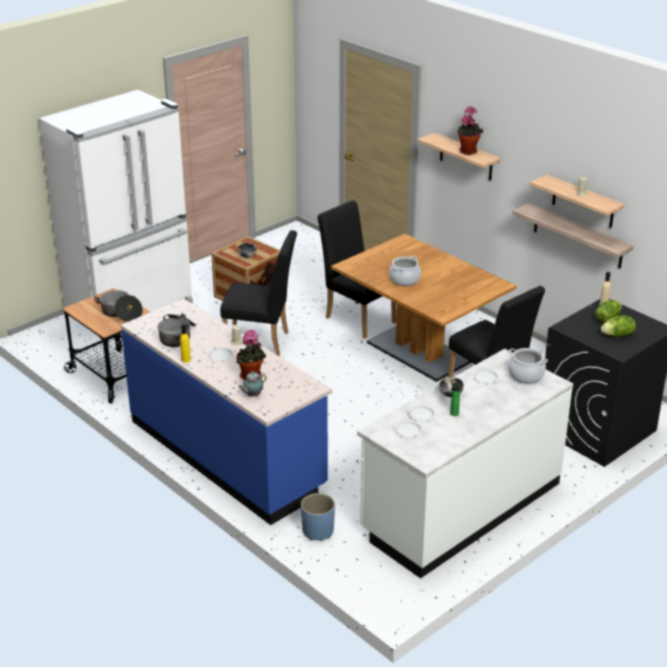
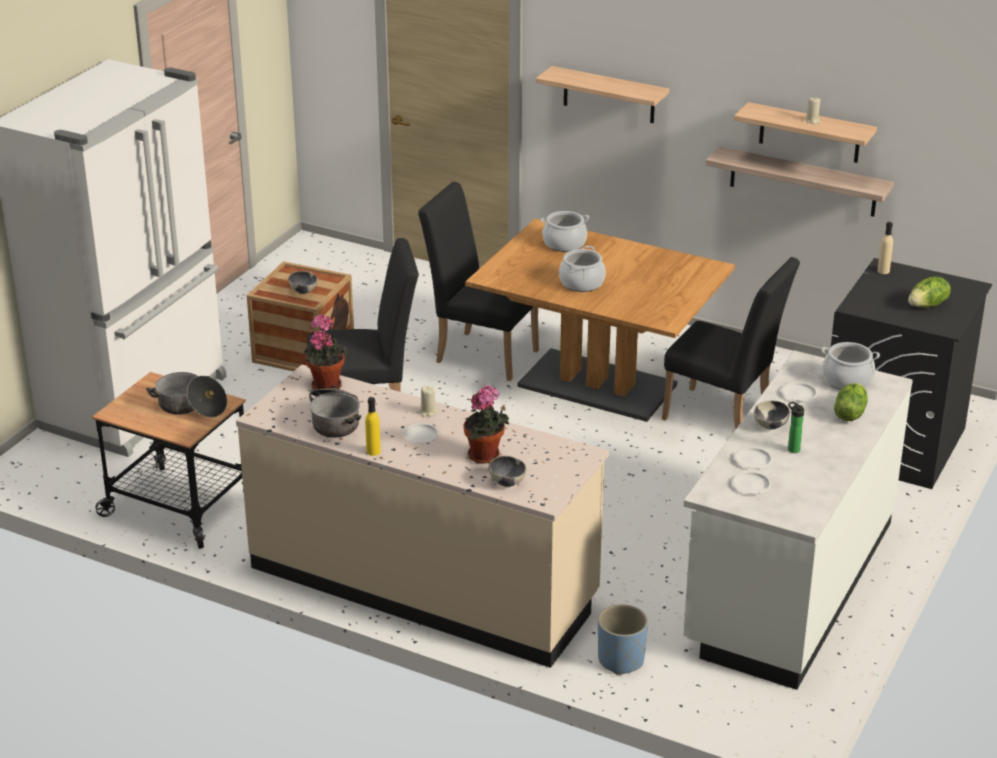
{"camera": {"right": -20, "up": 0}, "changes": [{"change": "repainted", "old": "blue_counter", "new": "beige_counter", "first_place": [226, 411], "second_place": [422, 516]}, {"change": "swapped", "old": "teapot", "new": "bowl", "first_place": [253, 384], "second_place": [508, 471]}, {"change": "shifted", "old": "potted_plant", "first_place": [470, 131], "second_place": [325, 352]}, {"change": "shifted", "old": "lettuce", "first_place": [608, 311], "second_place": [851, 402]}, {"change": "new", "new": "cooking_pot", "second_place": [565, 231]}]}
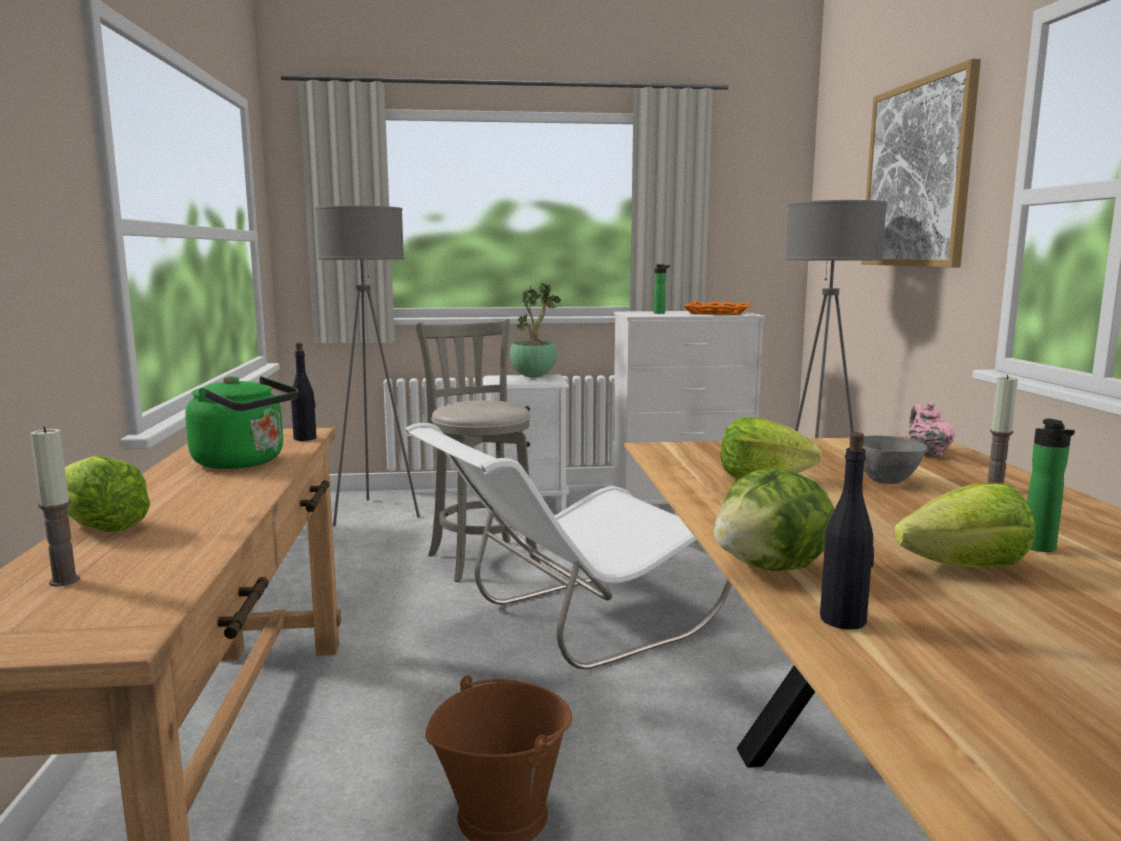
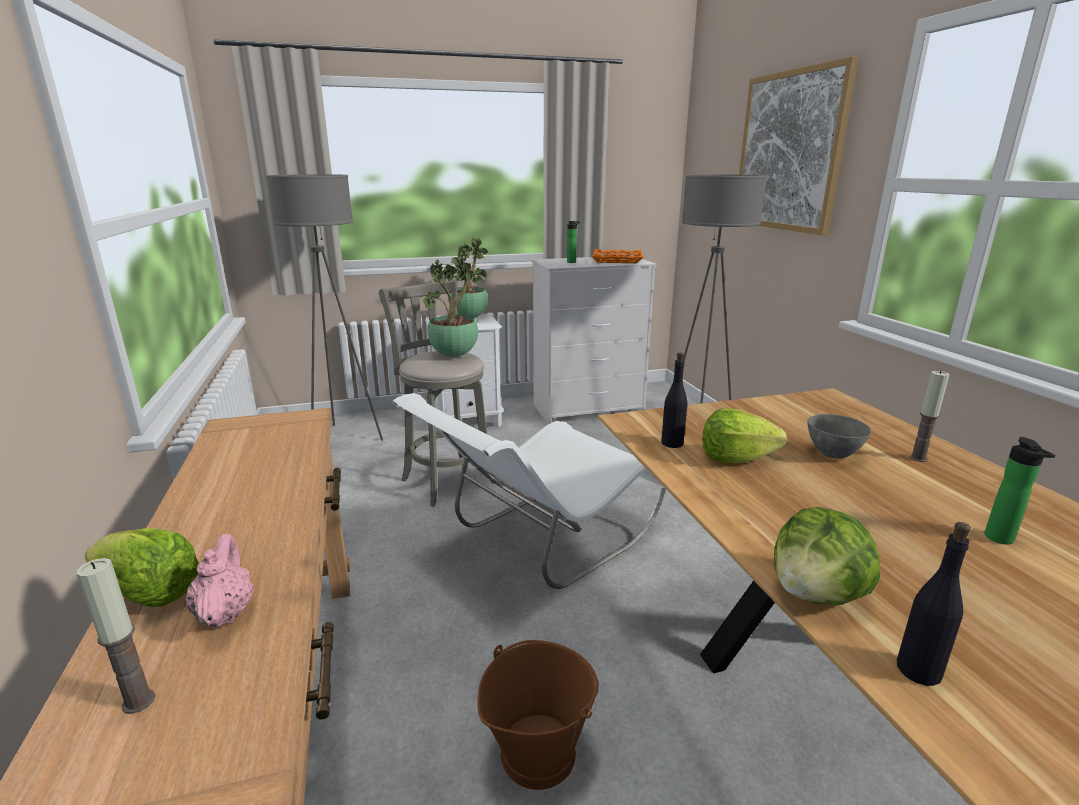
{"camera": {"right": -10, "up": 10}, "changes": [{"change": "gone", "old": "green_kettle", "first_place": [241, 422]}, {"change": "shifted", "old": "black_bottle", "first_place": [304, 392], "second_place": [674, 400]}, {"change": "gone", "old": "lettuce", "first_place": [964, 525]}, {"change": "shifted", "old": "pink_teapot", "first_place": [931, 429], "second_place": [220, 580]}, {"change": "new", "new": "potted_plant", "second_place": [455, 306]}]}
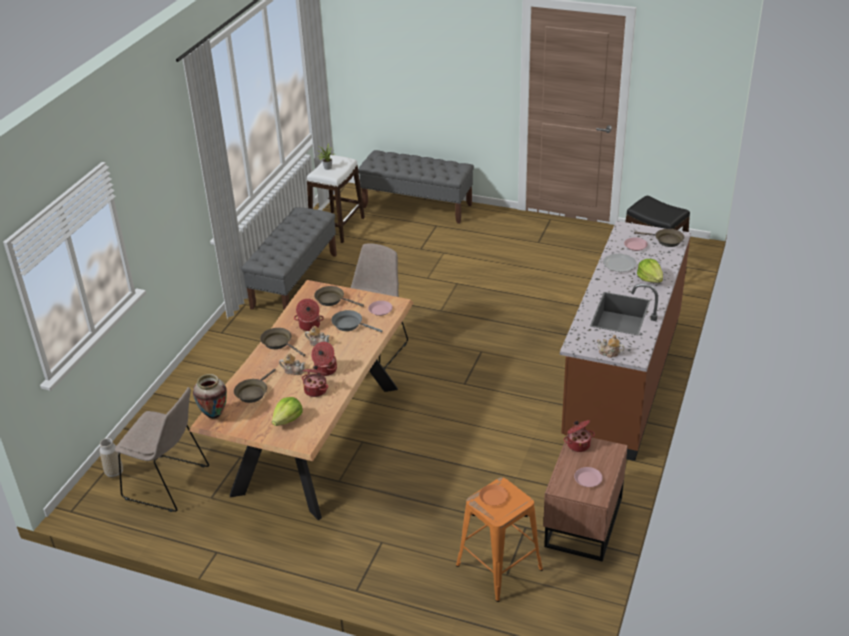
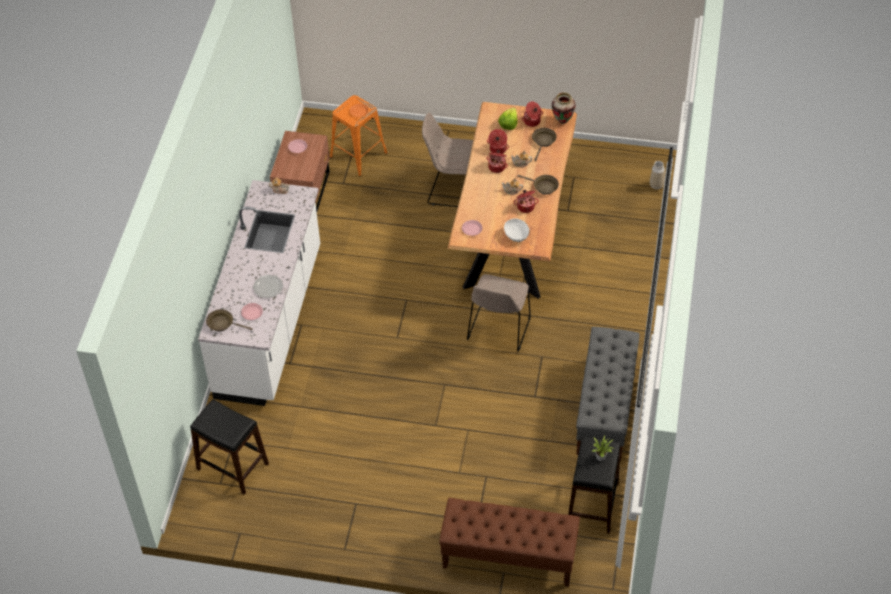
{"camera": {"right": 170, "up": 15}, "changes": [{"change": "shifted", "old": "beige_chair", "first_place": [162, 449], "second_place": [447, 160]}, {"change": "repainted", "old": "white_stool", "new": "black_stool", "first_place": [336, 199], "second_place": [594, 485]}, {"change": "swapped", "old": "brown_frying_pan", "new": "white_bowl", "first_place": [339, 296], "second_place": [517, 230]}, {"change": "gone", "old": "grey_frying_pan", "first_place": [357, 321]}, {"change": "repainted", "old": "grey_bench", "new": "brown_bench", "first_place": [416, 187], "second_place": [509, 542]}, {"change": "repainted", "old": "brown_counter", "new": "white_counter", "first_place": [625, 341], "second_place": [259, 293]}, {"change": "shifted", "old": "cooking_pot", "first_place": [579, 436], "second_place": [532, 114]}, {"change": "gone", "old": "lettuce", "first_place": [650, 271]}]}
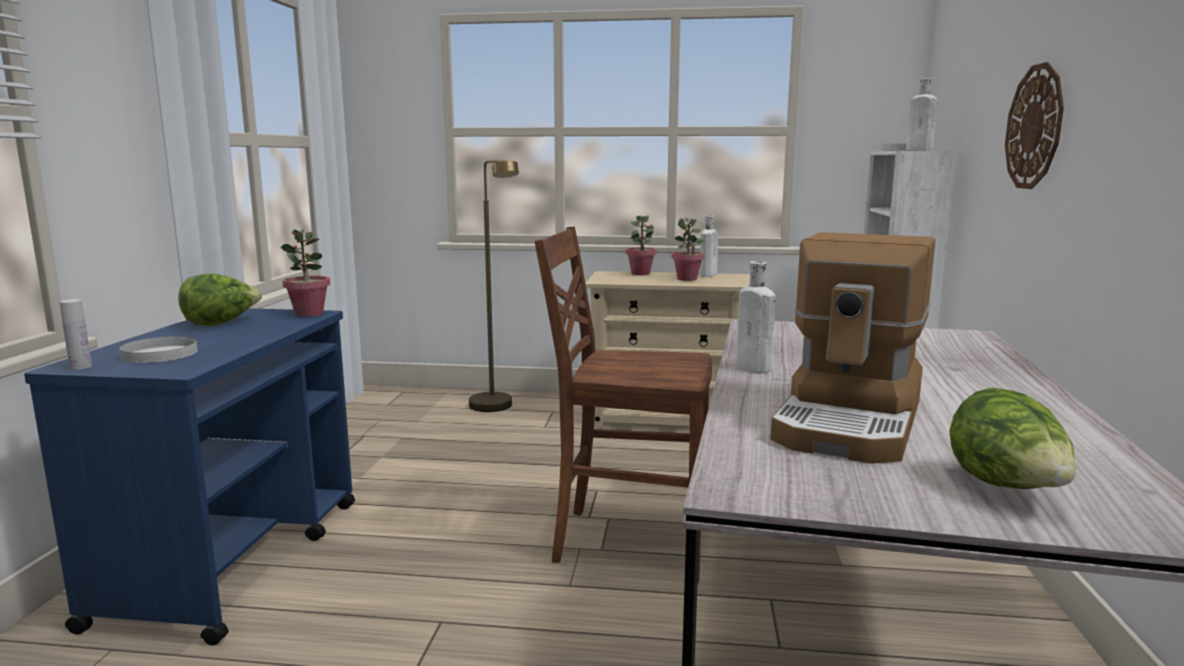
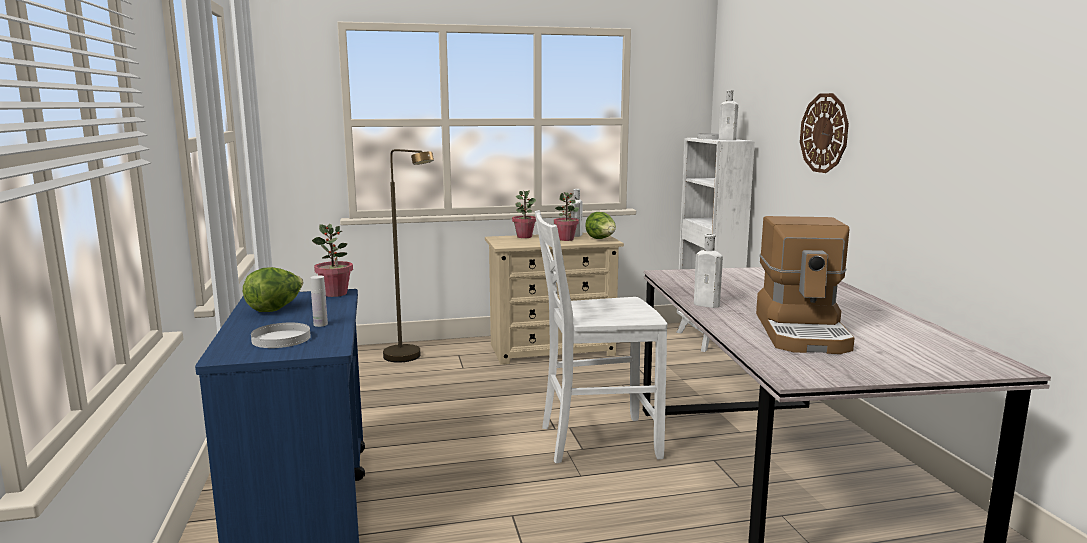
{"camera": {"right": -20, "up": 0}, "changes": [{"change": "shifted", "old": "white_bottle", "first_place": [76, 334], "second_place": [319, 301]}, {"change": "repainted", "old": "brown_chair", "new": "white_chair", "first_place": [623, 405], "second_place": [601, 337]}, {"change": "shifted", "old": "lettuce", "first_place": [1012, 438], "second_place": [600, 225]}]}
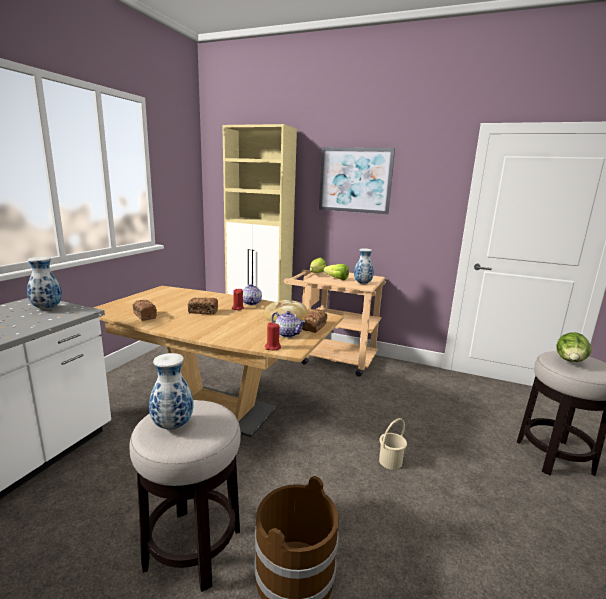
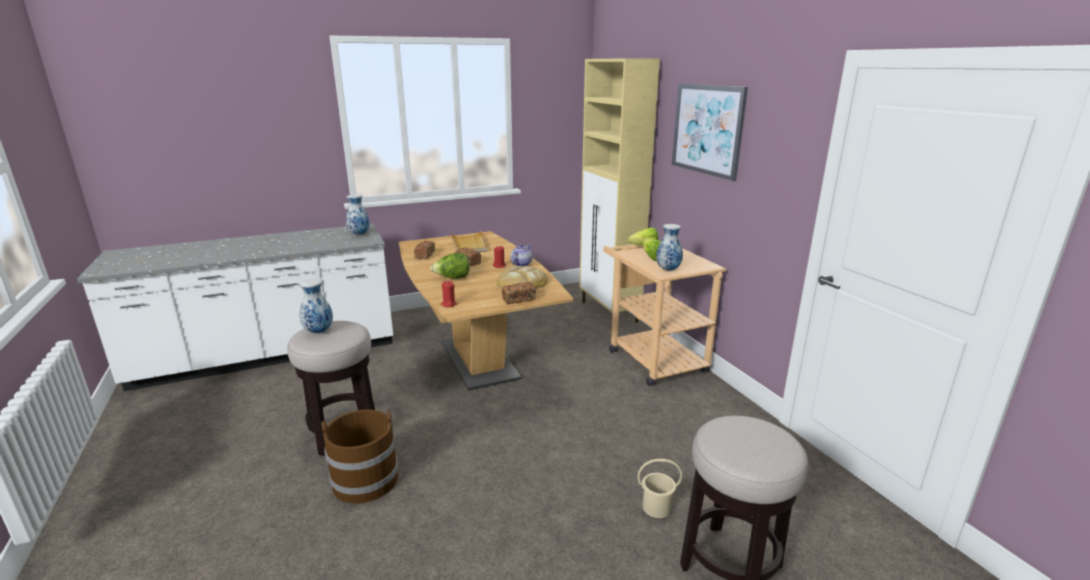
{"camera": {"right": 45, "up": 5}, "changes": [{"change": "gone", "old": "teapot", "first_place": [288, 324]}, {"change": "shifted", "old": "beige_bucket", "first_place": [393, 444], "second_place": [660, 488]}, {"change": "shifted", "old": "lettuce", "first_place": [573, 347], "second_place": [450, 266]}, {"change": "new", "new": "beige_tray", "second_place": [468, 241]}]}
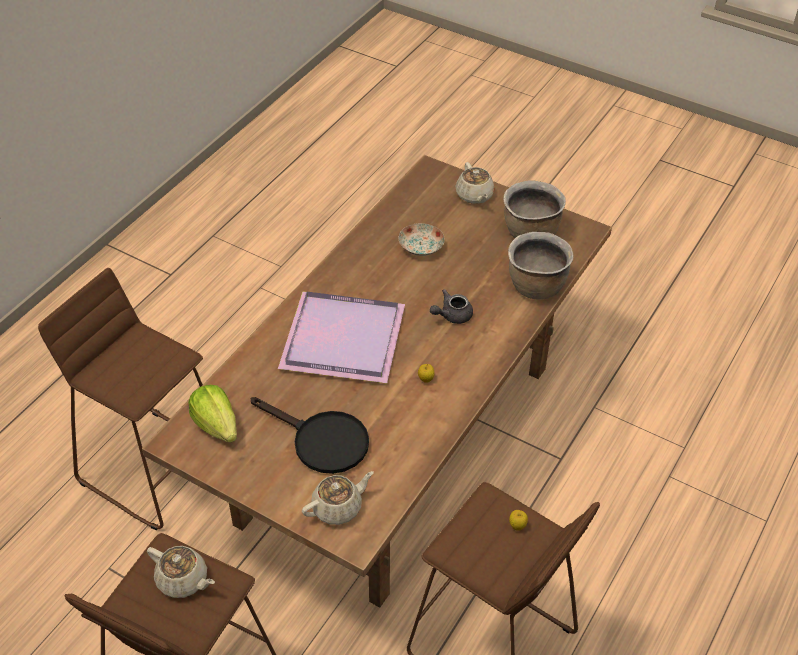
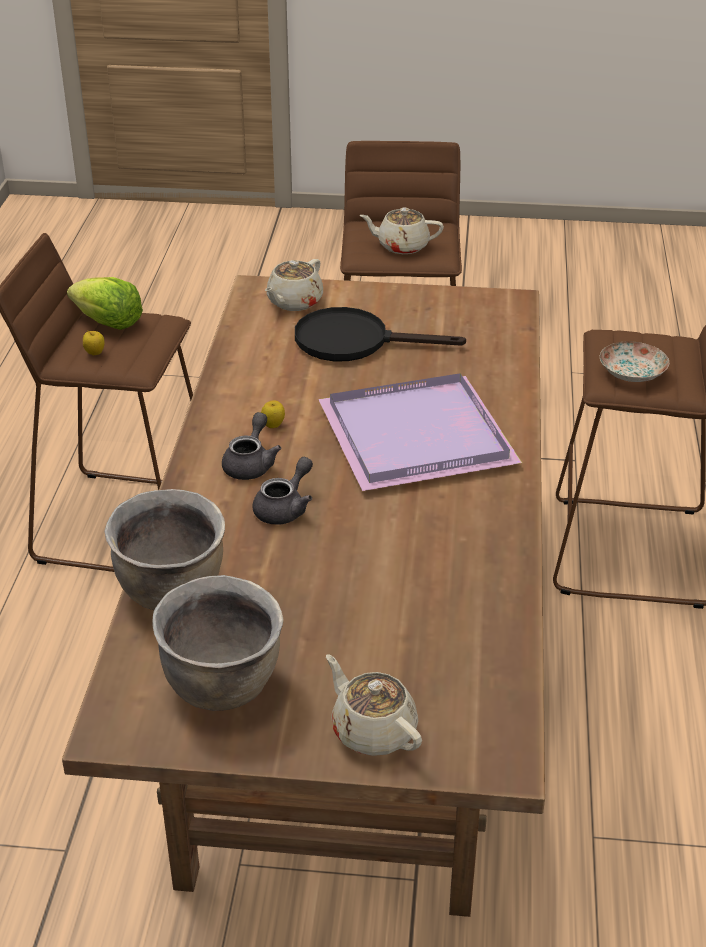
{"camera": {"right": 155, "up": -10}, "changes": [{"change": "shifted", "old": "lettuce", "first_place": [212, 414], "second_place": [105, 303]}, {"change": "shifted", "old": "plate", "first_place": [421, 239], "second_place": [634, 361]}, {"change": "new", "new": "grey_teapot", "second_place": [251, 446]}]}
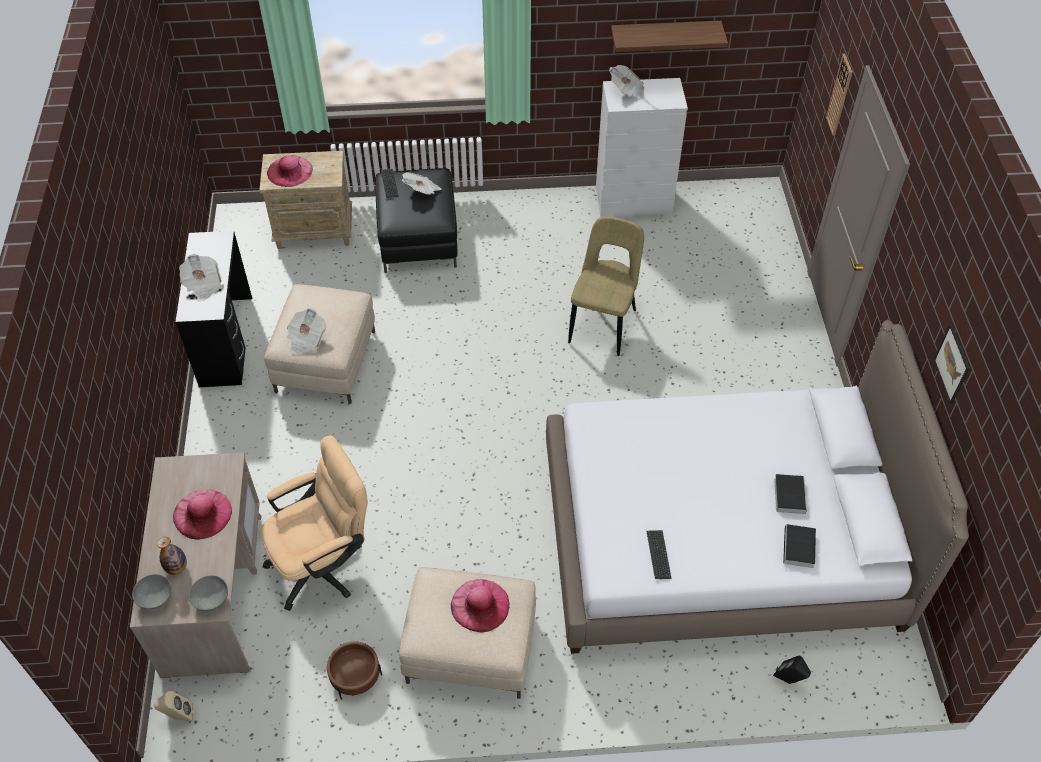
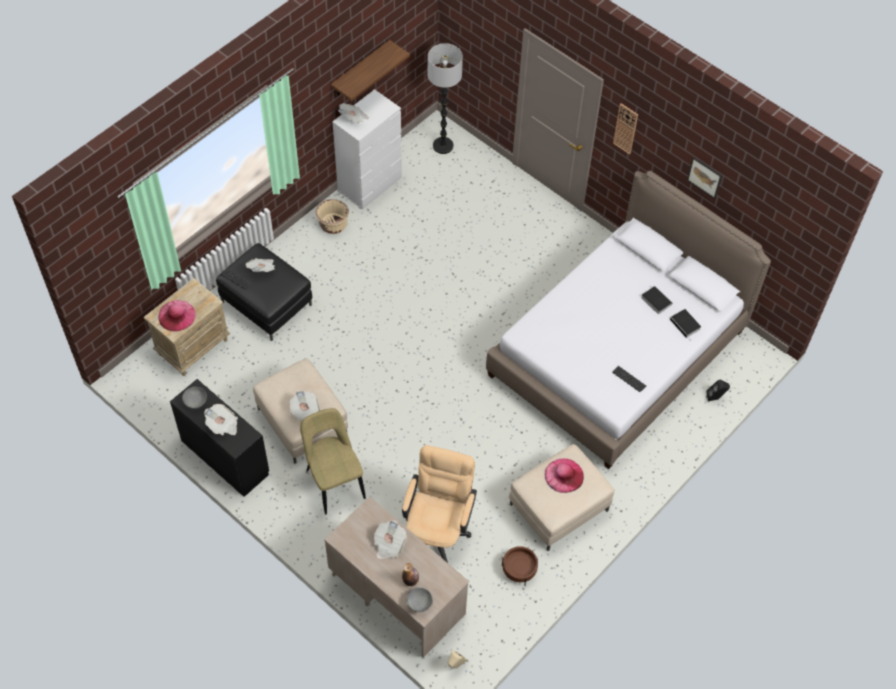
{"camera": {"right": -45, "up": 5}, "changes": [{"change": "swapped", "old": "pink_hat", "new": "newspaper", "first_place": [202, 514], "second_place": [390, 539]}, {"change": "shifted", "old": "grey_bowl", "first_place": [208, 593], "second_place": [194, 398]}, {"change": "shifted", "old": "beige_chair", "first_place": [606, 286], "second_place": [333, 461]}, {"change": "shifted", "old": "wall_clock", "first_place": [839, 95], "second_place": [625, 129]}, {"change": "new", "new": "beige_planter", "second_place": [332, 216]}, {"change": "new", "new": "floor_lamp", "second_place": [445, 98]}]}
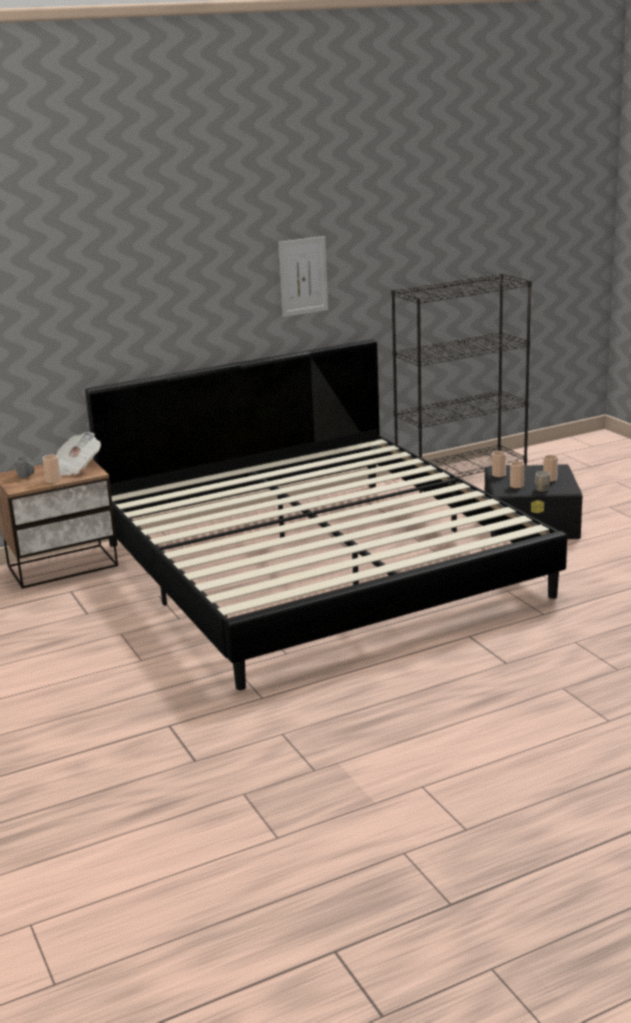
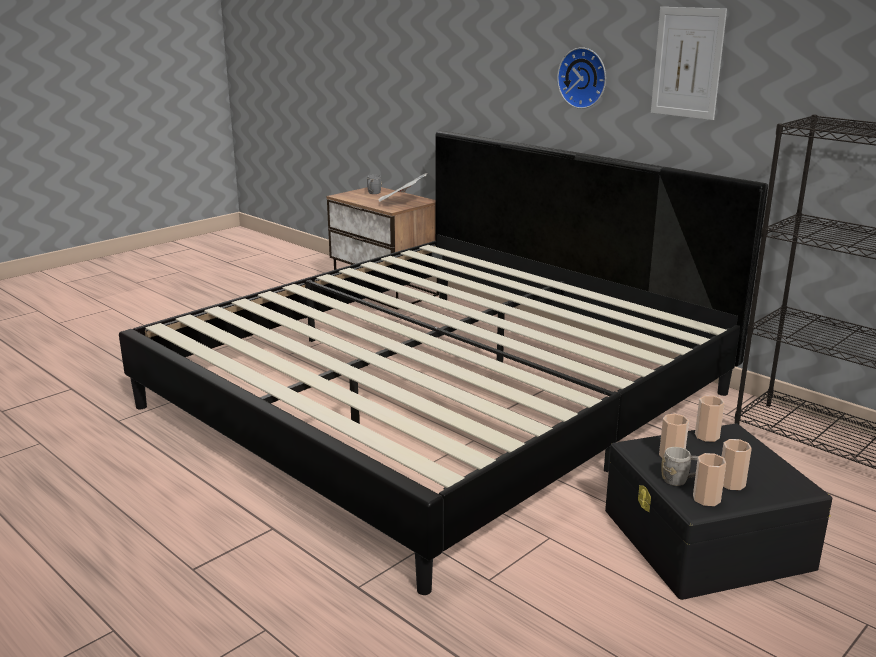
{"camera": {"right": 70, "up": 0}, "changes": [{"change": "shifted", "old": "cup", "first_place": [52, 469], "second_place": [709, 479]}, {"change": "new", "new": "wall_clock", "second_place": [581, 78]}]}
